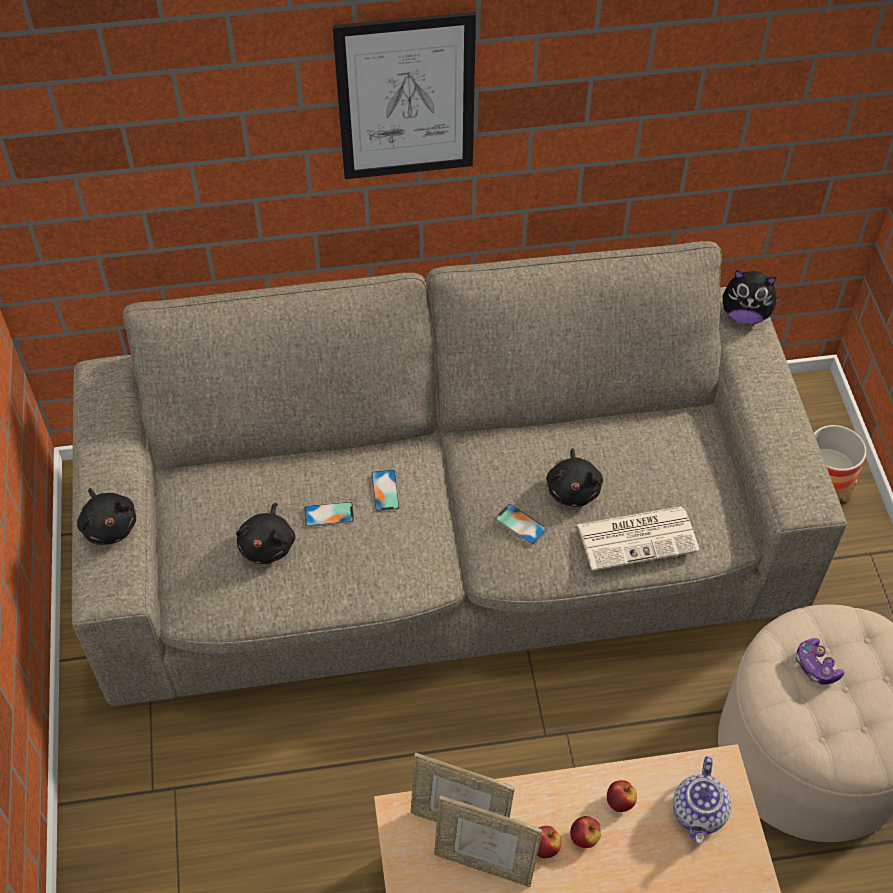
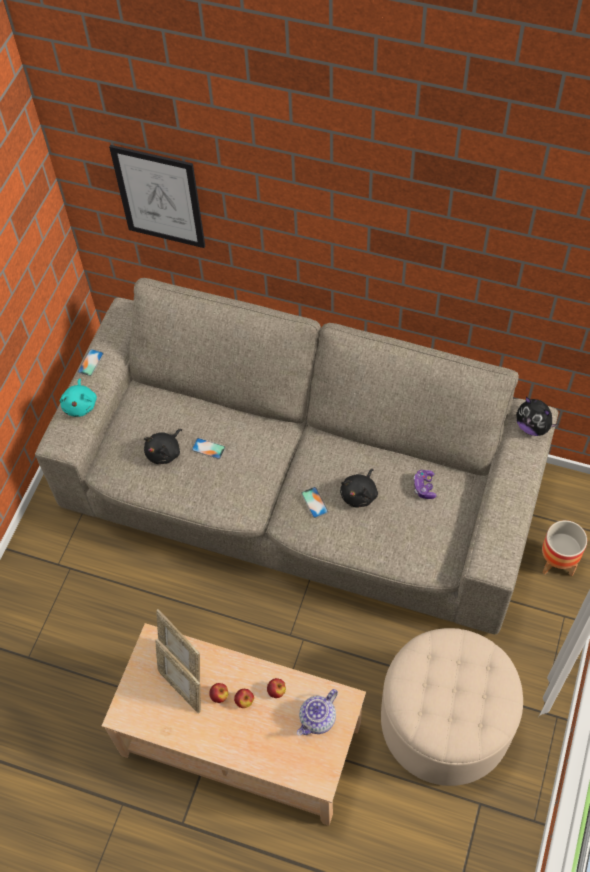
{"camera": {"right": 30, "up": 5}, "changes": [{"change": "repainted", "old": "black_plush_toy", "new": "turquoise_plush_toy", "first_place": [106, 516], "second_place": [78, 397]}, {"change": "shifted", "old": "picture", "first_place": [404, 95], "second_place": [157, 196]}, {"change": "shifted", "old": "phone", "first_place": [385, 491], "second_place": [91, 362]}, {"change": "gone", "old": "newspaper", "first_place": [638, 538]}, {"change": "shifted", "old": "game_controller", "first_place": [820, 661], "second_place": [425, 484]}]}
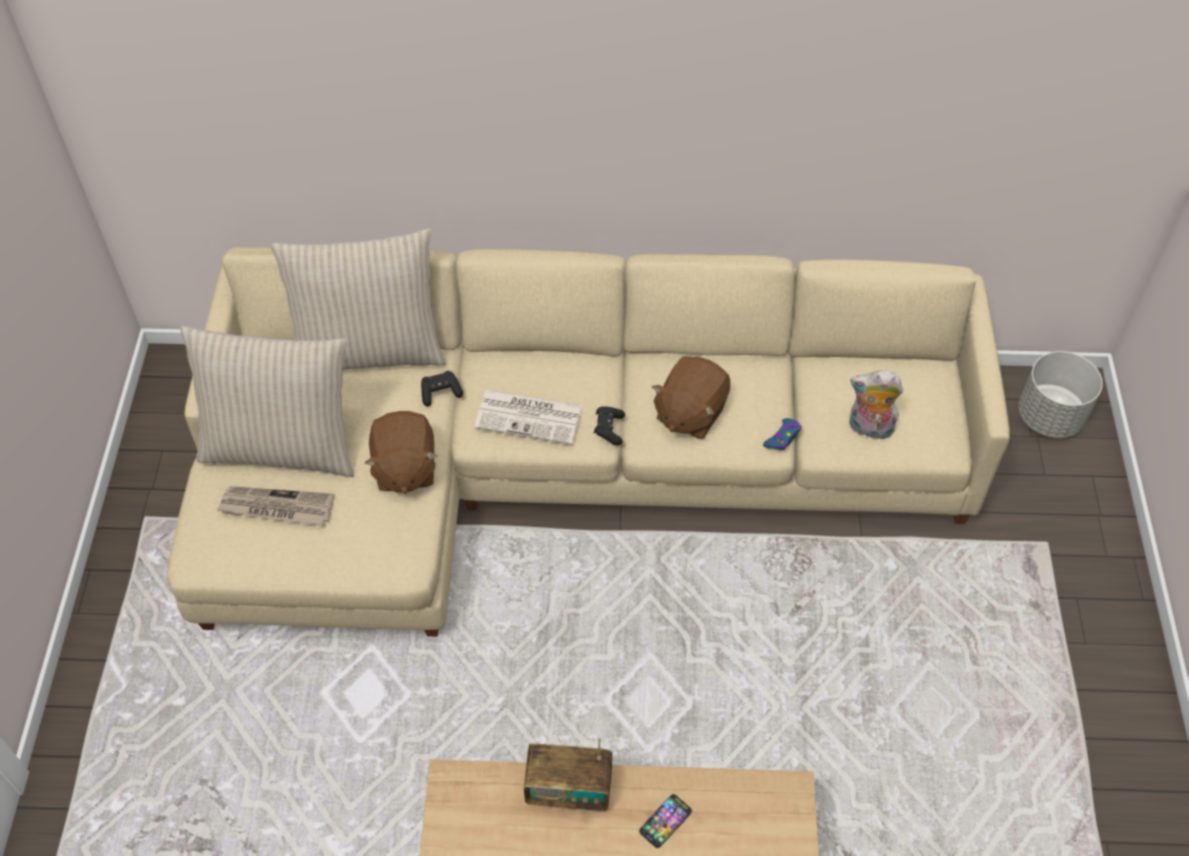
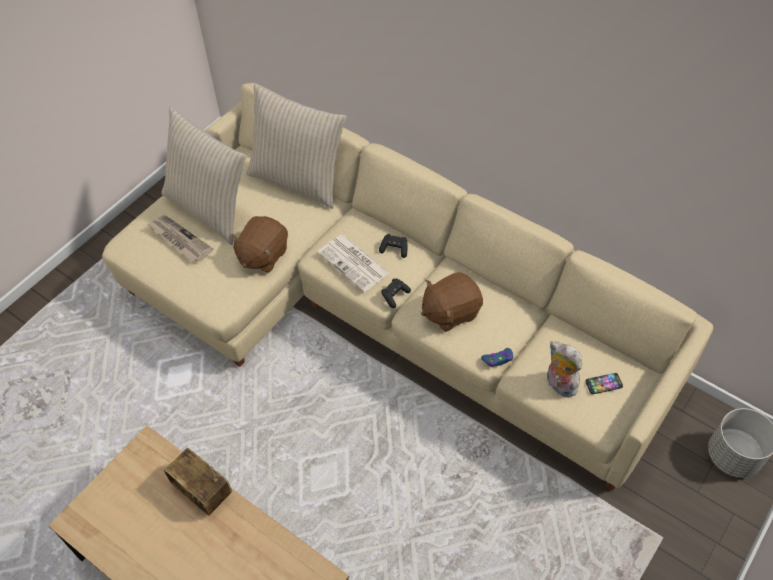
{"camera": {"right": 35, "up": 0}, "changes": [{"change": "shifted", "old": "black_game_controller", "first_place": [442, 389], "second_place": [393, 246]}, {"change": "shifted", "old": "phone", "first_place": [665, 821], "second_place": [604, 383]}]}
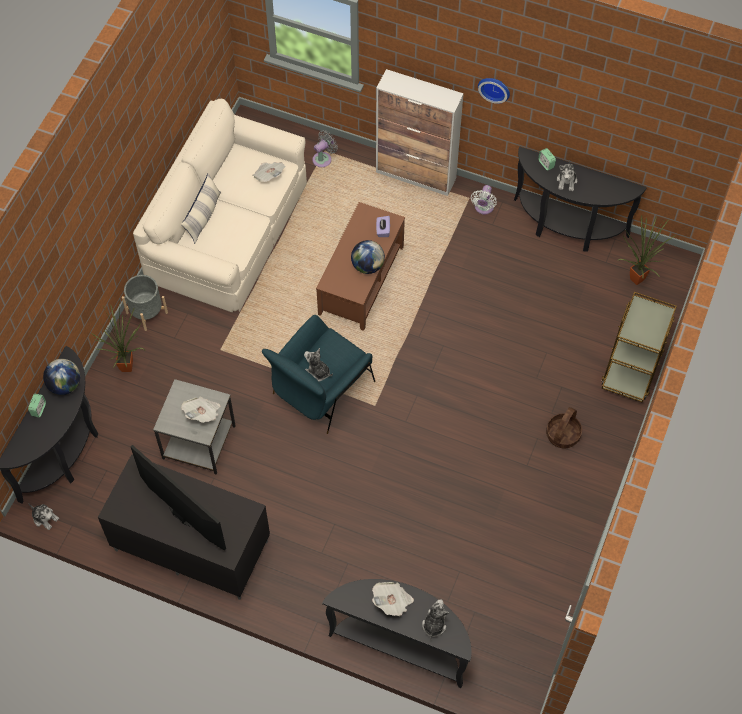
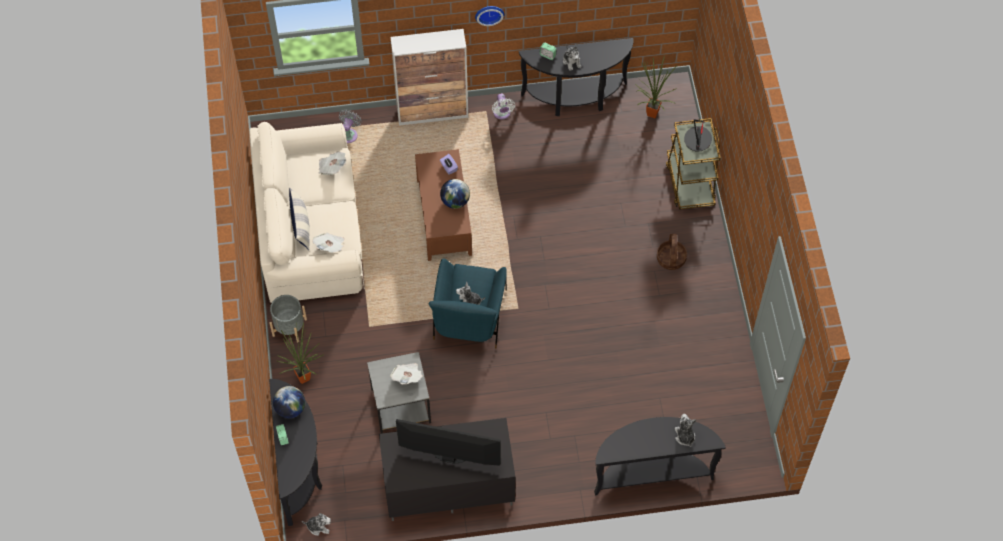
{"camera": {"right": -30, "up": 0}, "changes": [{"change": "shifted", "old": "newspaper", "first_place": [393, 599], "second_place": [328, 242]}, {"change": "new", "new": "table_lamp", "second_place": [698, 135]}]}
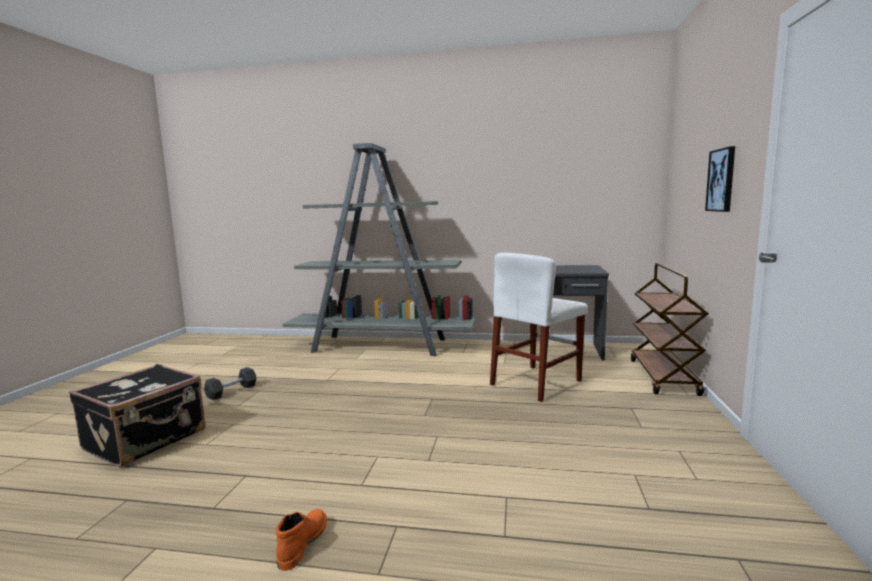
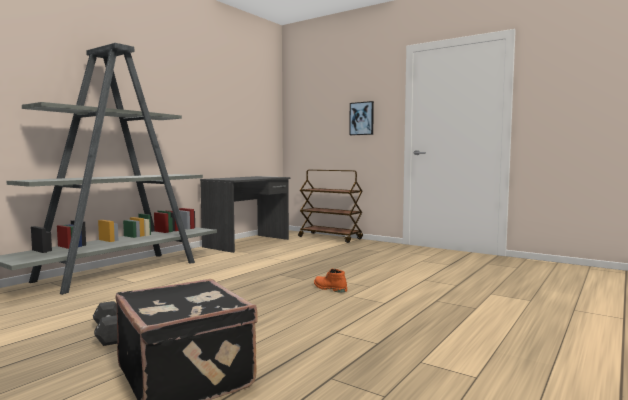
{"camera": {"right": -65, "up": -5}, "changes": [{"change": "shifted", "old": "orange_boot", "first_place": [301, 540], "second_place": [330, 281]}, {"change": "gone", "old": "white_chair", "first_place": [539, 327]}]}
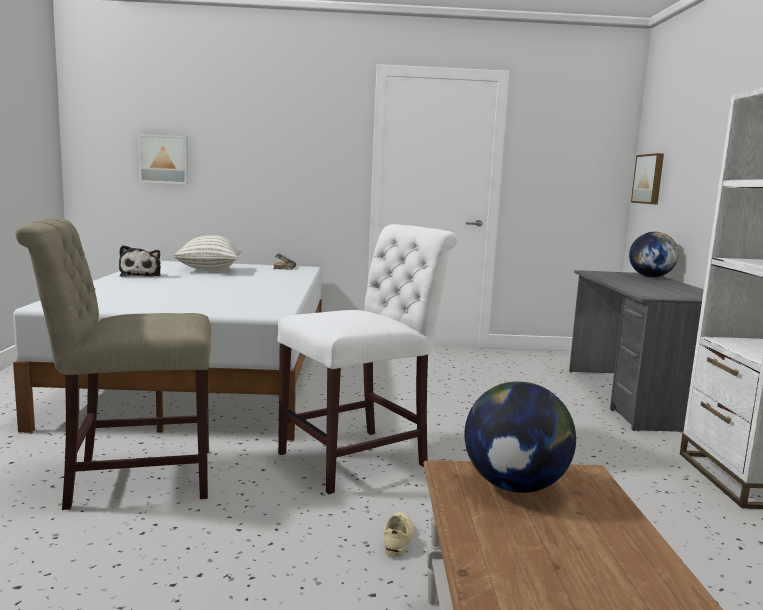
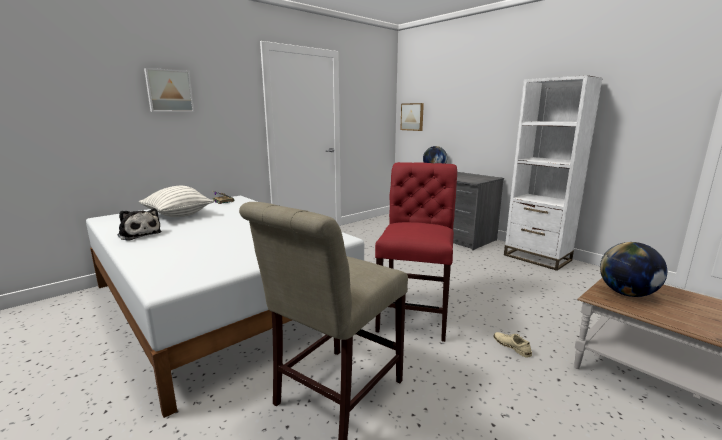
{"camera": {"right": -40, "up": 5}, "changes": [{"change": "shifted", "old": "picture", "first_place": [163, 159], "second_place": [169, 90]}, {"change": "repainted", "old": "white_chair", "new": "red_chair", "first_place": [367, 359], "second_place": [416, 252]}]}
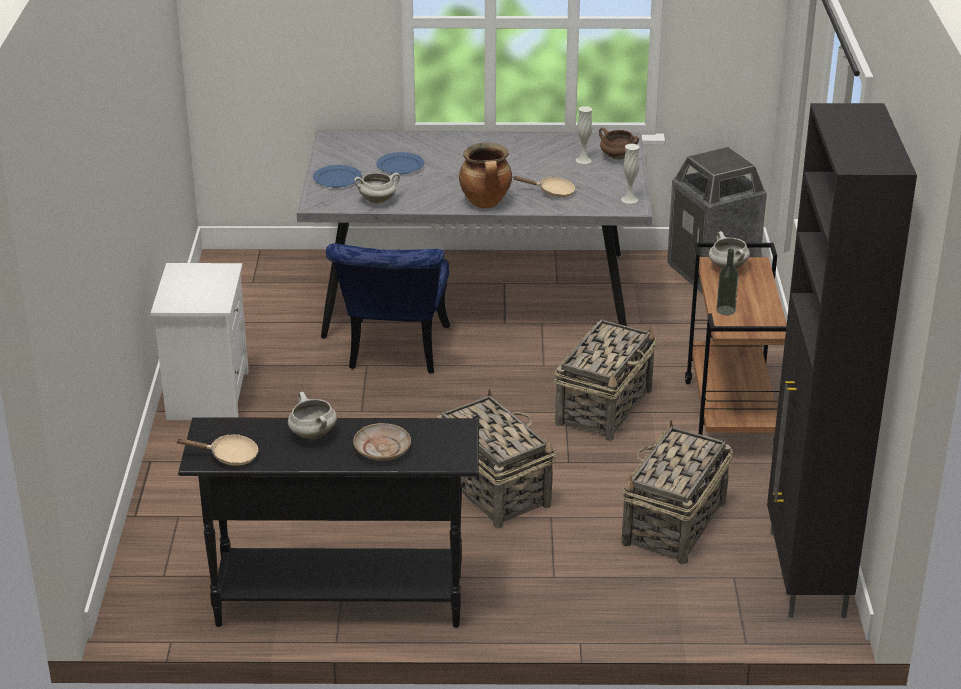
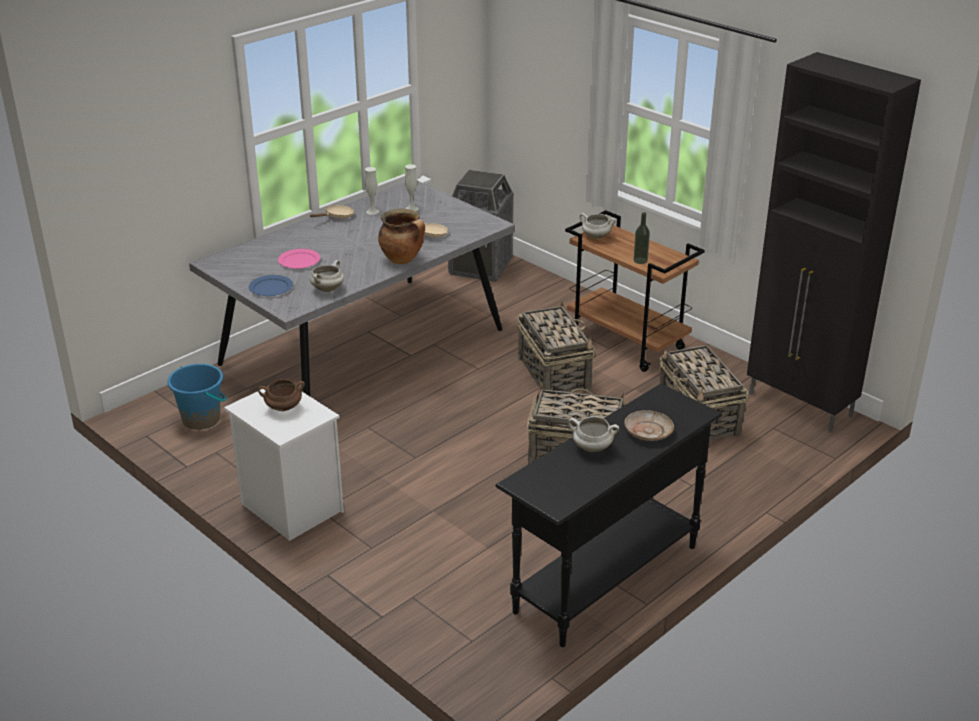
{"camera": {"right": -45, "up": 0}, "changes": [{"change": "shifted", "old": "beige_frying_pan", "first_place": [218, 450], "second_place": [332, 211]}, {"change": "gone", "old": "blue_chair", "first_place": [388, 308]}, {"change": "repainted", "old": "blue_plate", "new": "pink_plate", "first_place": [400, 163], "second_place": [299, 259]}, {"change": "shifted", "old": "brown_cooking_pot", "first_place": [619, 144], "second_place": [281, 395]}, {"change": "shifted", "old": "white_vase", "first_place": [630, 174], "second_place": [372, 191]}, {"change": "new", "new": "blue_bucket", "second_place": [196, 397]}]}
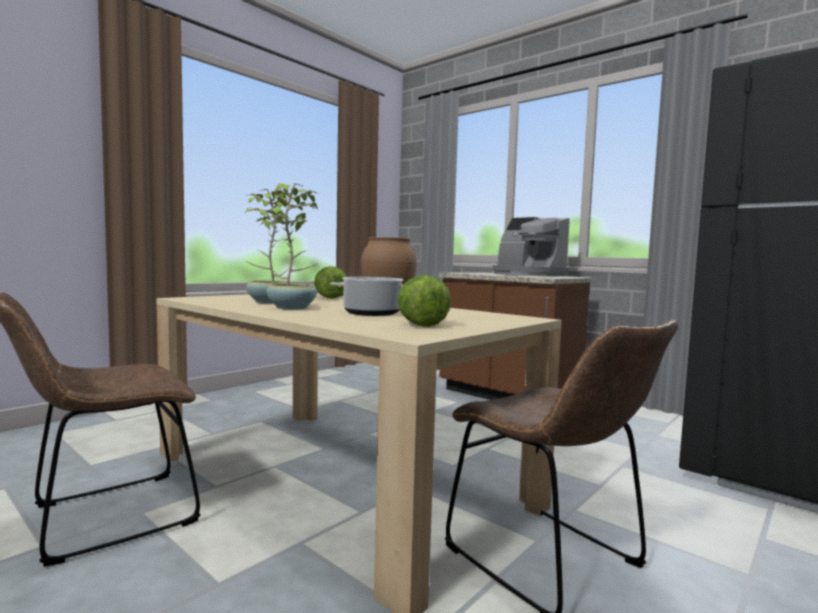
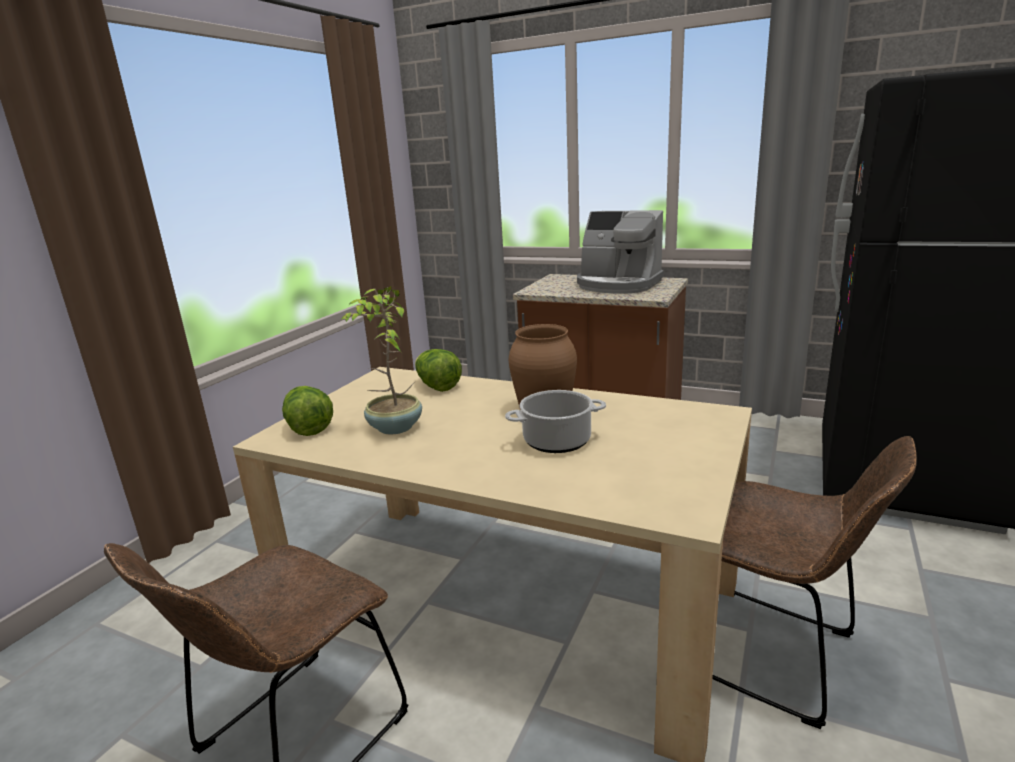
{"camera": {"right": -15, "up": 15}, "changes": [{"change": "gone", "old": "potted_plant", "first_place": [292, 246]}, {"change": "shifted", "old": "lettuce", "first_place": [424, 301], "second_place": [307, 411]}]}
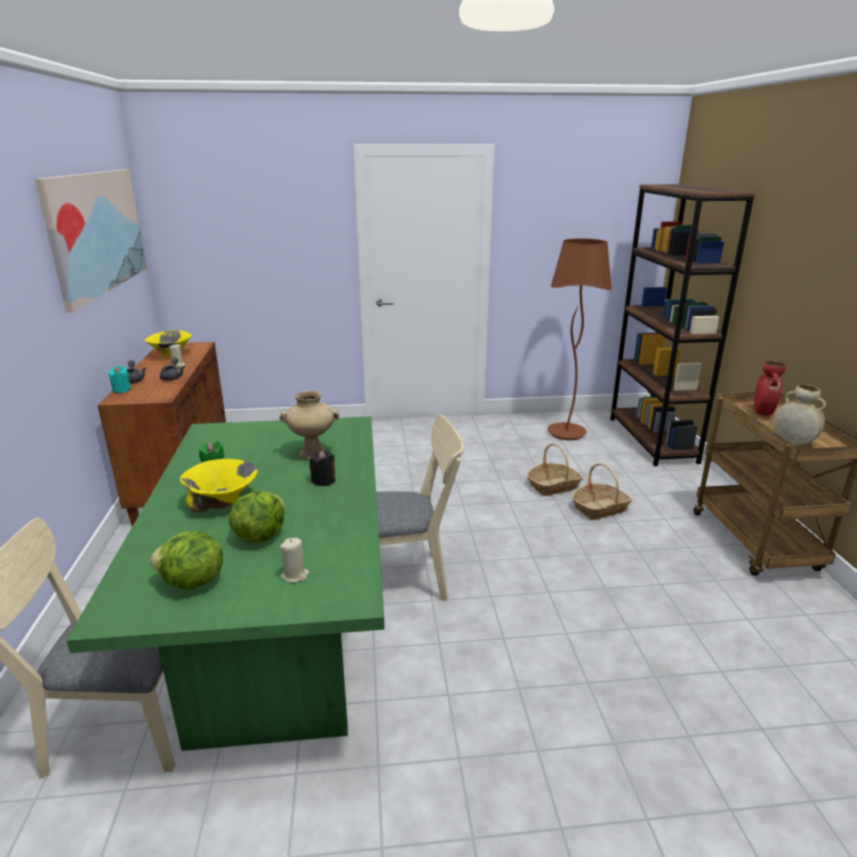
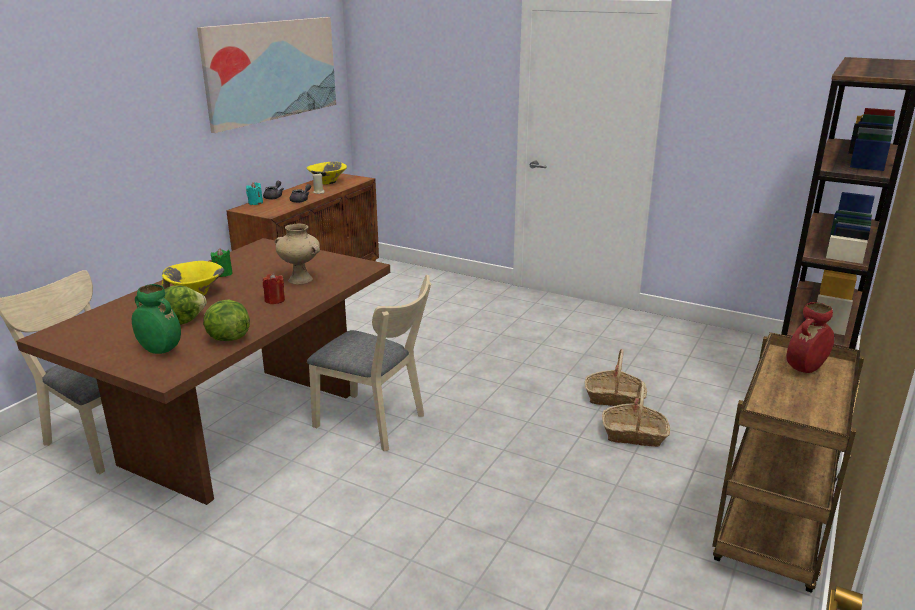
{"camera": {"right": 35, "up": 0}, "changes": [{"change": "repainted", "old": "green_dining_table", "new": "brown_dining_table", "first_place": [225, 583], "second_place": [203, 371]}, {"change": "shifted", "old": "lettuce", "first_place": [186, 561], "second_place": [226, 320]}, {"change": "swapped", "old": "beige_candle", "new": "green_vase", "first_place": [294, 560], "second_place": [156, 319]}, {"change": "repainted", "old": "black_candle", "new": "red_candle", "first_place": [322, 468], "second_place": [274, 288]}, {"change": "gone", "old": "brown_floor_lamp", "first_place": [580, 339]}, {"change": "gone", "old": "beige_vase", "first_place": [799, 414]}]}
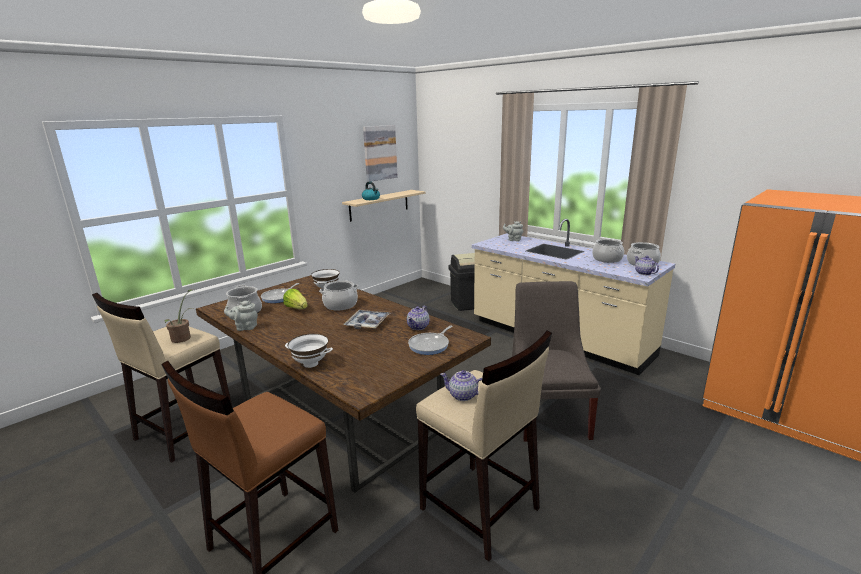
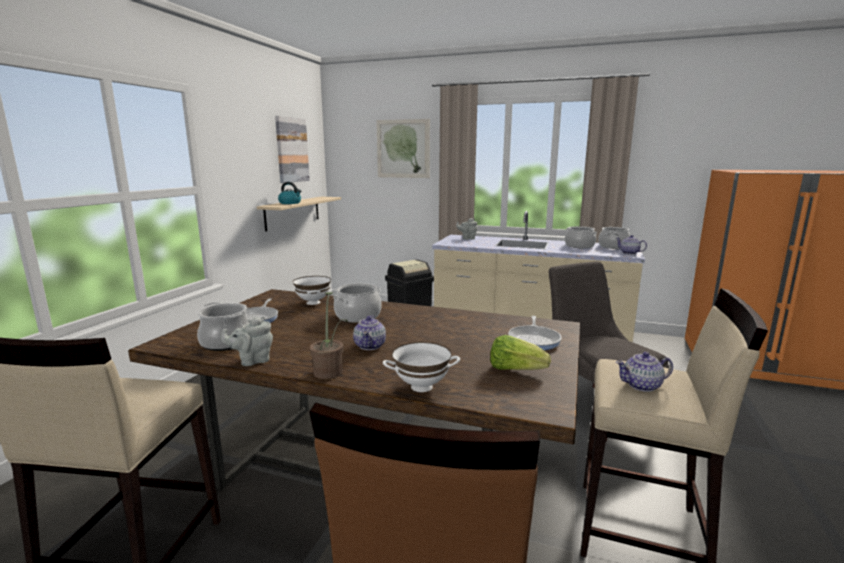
{"camera": {"right": -25, "up": -5}, "changes": [{"change": "shifted", "old": "potted_plant", "first_place": [178, 316], "second_place": [329, 335]}, {"change": "shifted", "old": "lettuce", "first_place": [295, 299], "second_place": [520, 352]}, {"change": "gone", "old": "tray", "first_place": [366, 319]}, {"change": "shifted", "old": "teapot", "first_place": [418, 318], "second_place": [369, 332]}, {"change": "new", "new": "picture", "second_place": [403, 148]}]}
